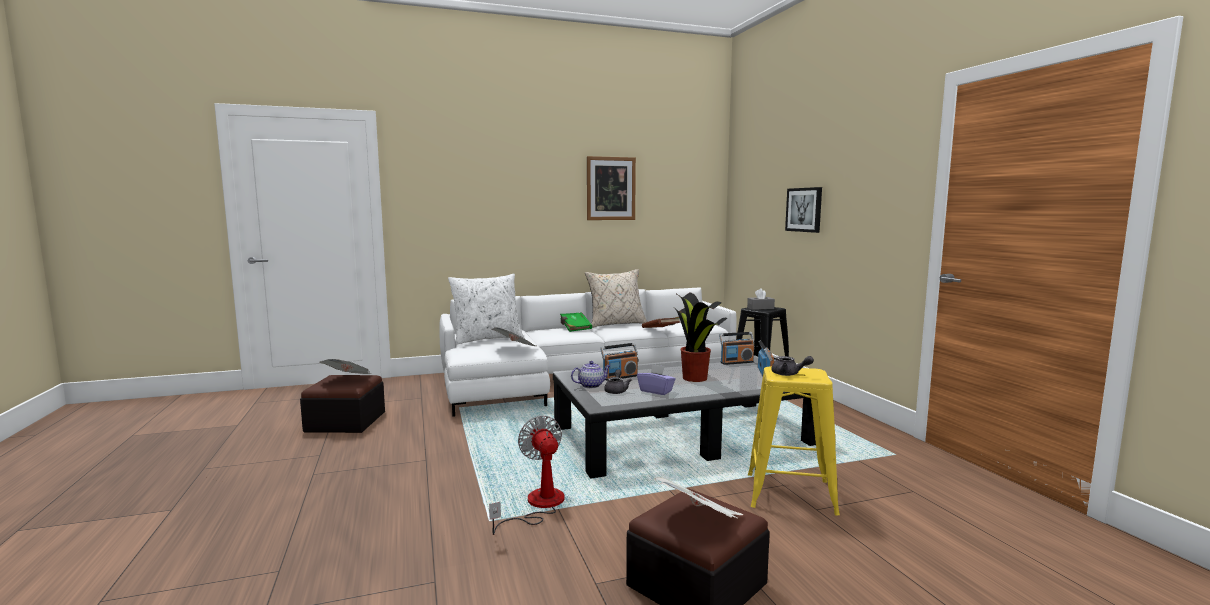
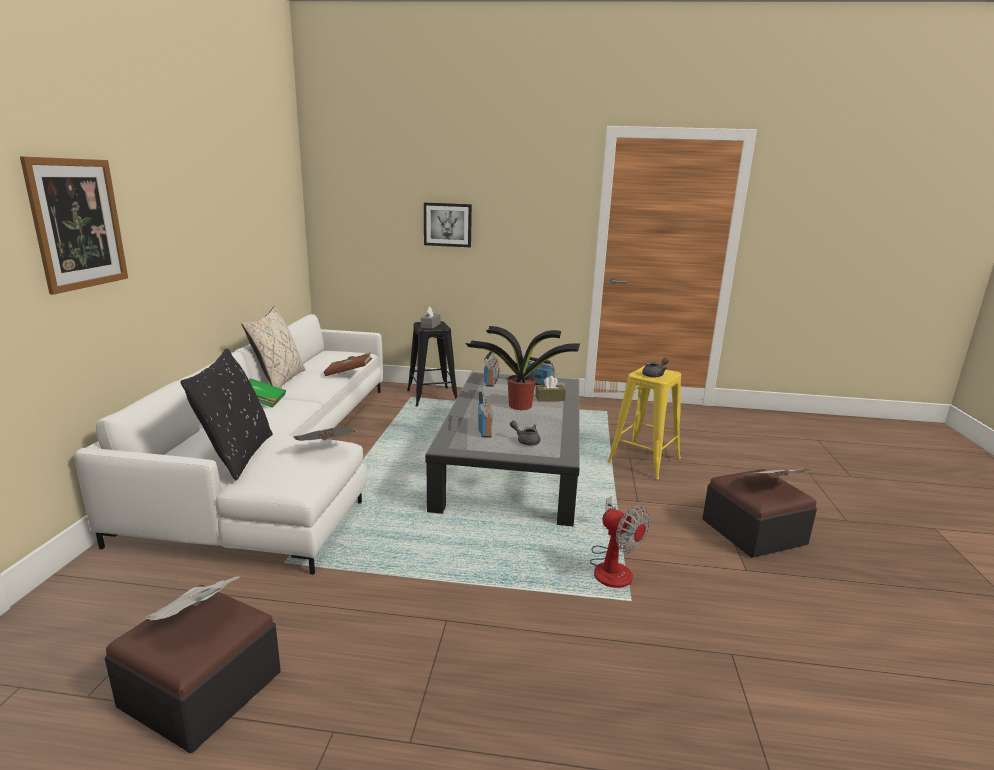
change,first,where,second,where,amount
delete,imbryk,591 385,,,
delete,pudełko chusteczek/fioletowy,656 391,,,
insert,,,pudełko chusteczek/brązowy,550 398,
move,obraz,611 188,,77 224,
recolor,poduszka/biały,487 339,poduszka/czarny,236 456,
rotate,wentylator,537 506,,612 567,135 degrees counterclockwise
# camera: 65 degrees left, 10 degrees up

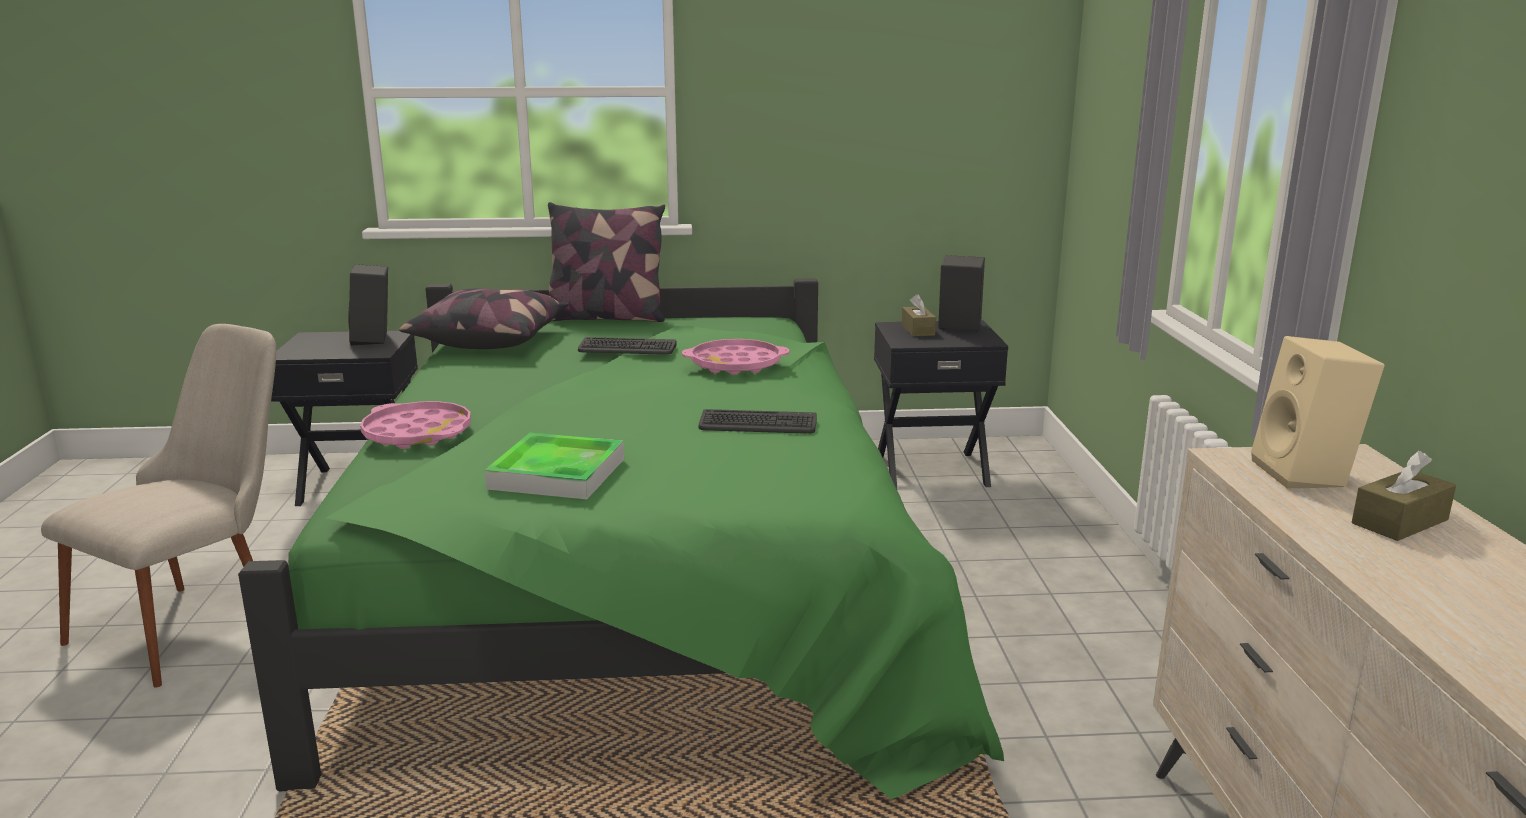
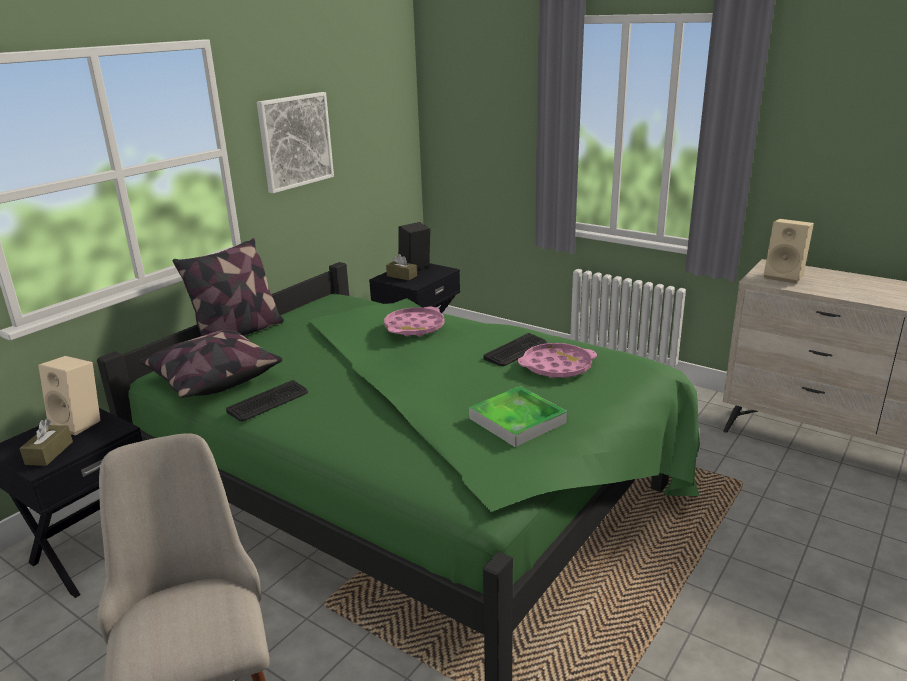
change,first,where,second,where,amount
insert,,,obraz,295 141,
move,taca/różowy,418 433,,557 366,
move,klawiatura,627 348,,268 402,
move,pudełko chusteczek/brązowy,1399 522,,49 453,
recolor,głośnik/czarny,374 339,głośnik/beżowy,80 423,
# camera: 50 degrees left, 5 degrees up

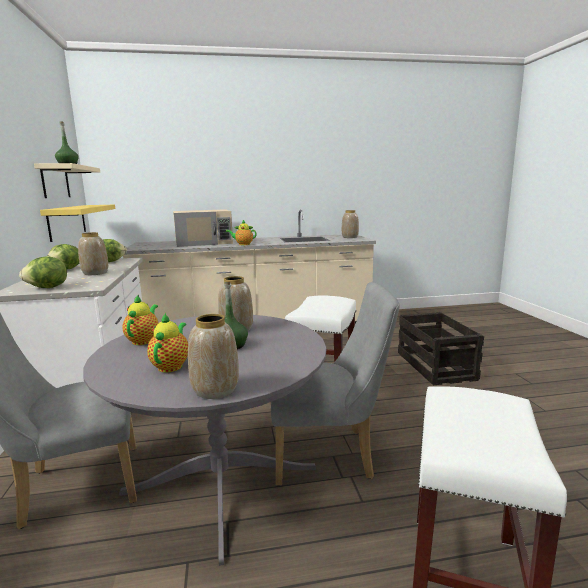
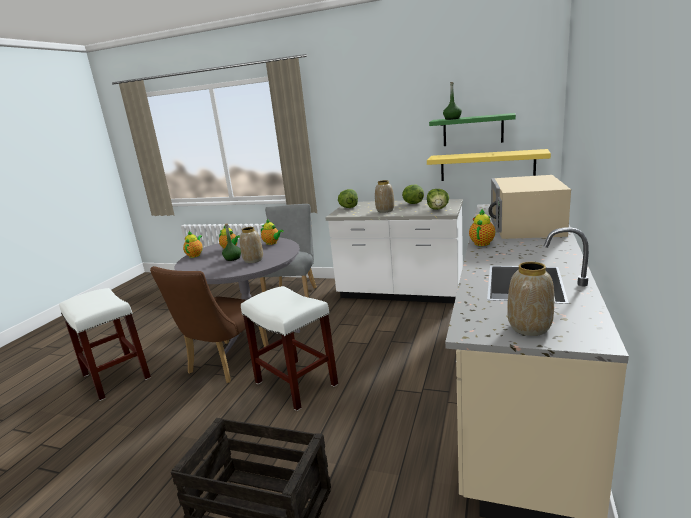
change,first,where,second,where,amount
replace,wazon,215 389,imbryk,195 255,
recolor,półka/beżowy,55 182,półka/zielony,473 130,
recolor,krzesło/szary,330 455,krzesło/brązowy,224 365,
# camera: 120 degrees right, 5 degrees up

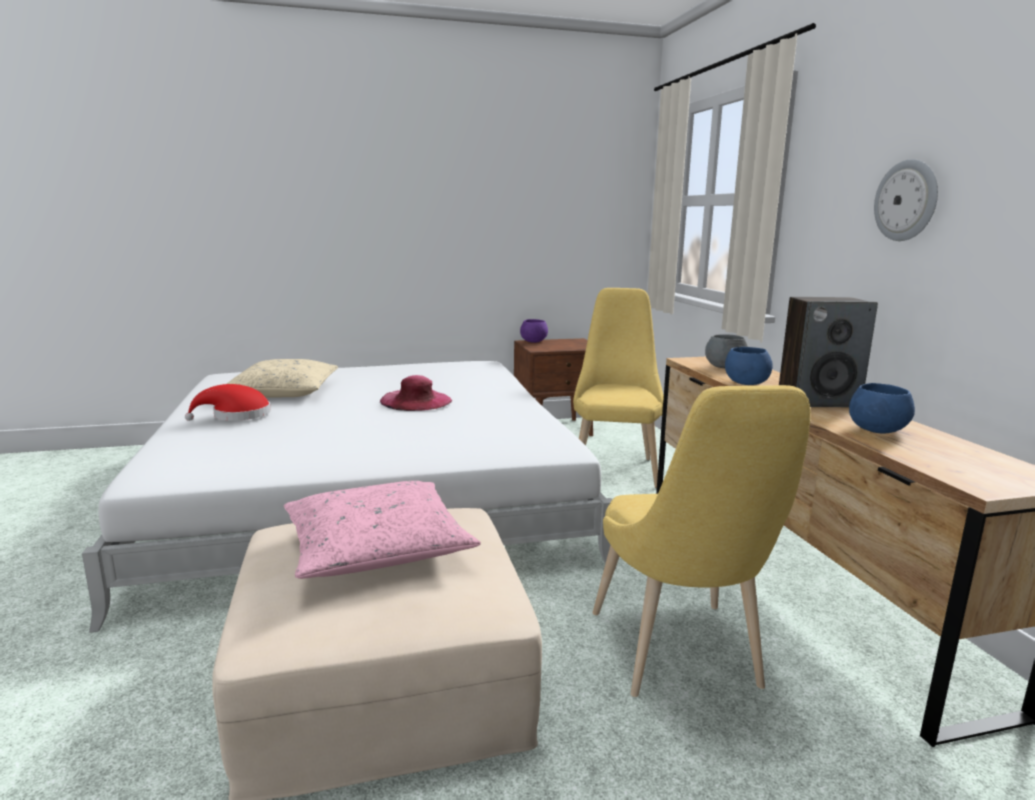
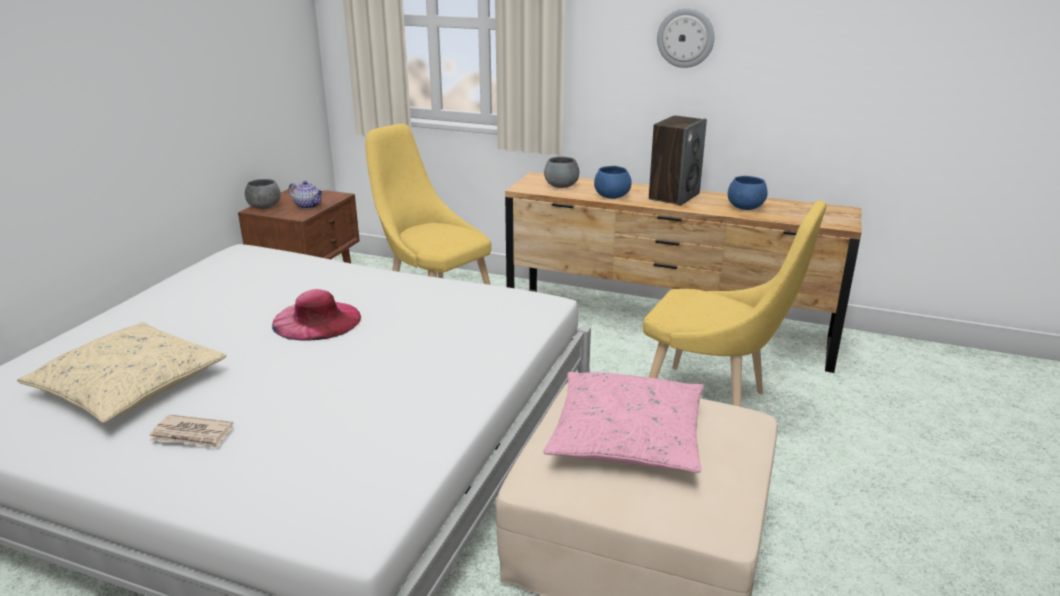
change,first,where,second,where,amount
insert,,,imbryk,308 206,
replace,kapelusz/czerwony,237 415,gazeta,192 435,
recolor,miska/fioletowy,533 342,miska/szary,264 207,
# camera: 55 degrees left, 10 degrees up

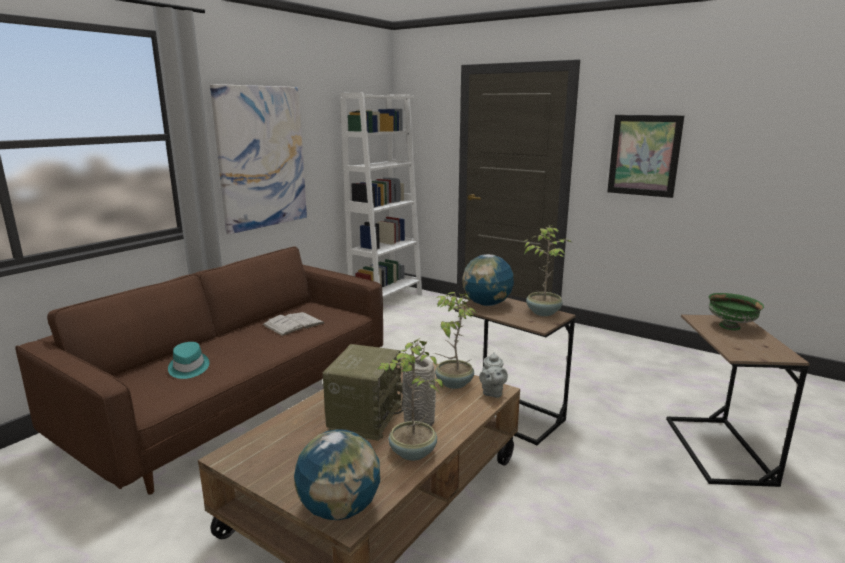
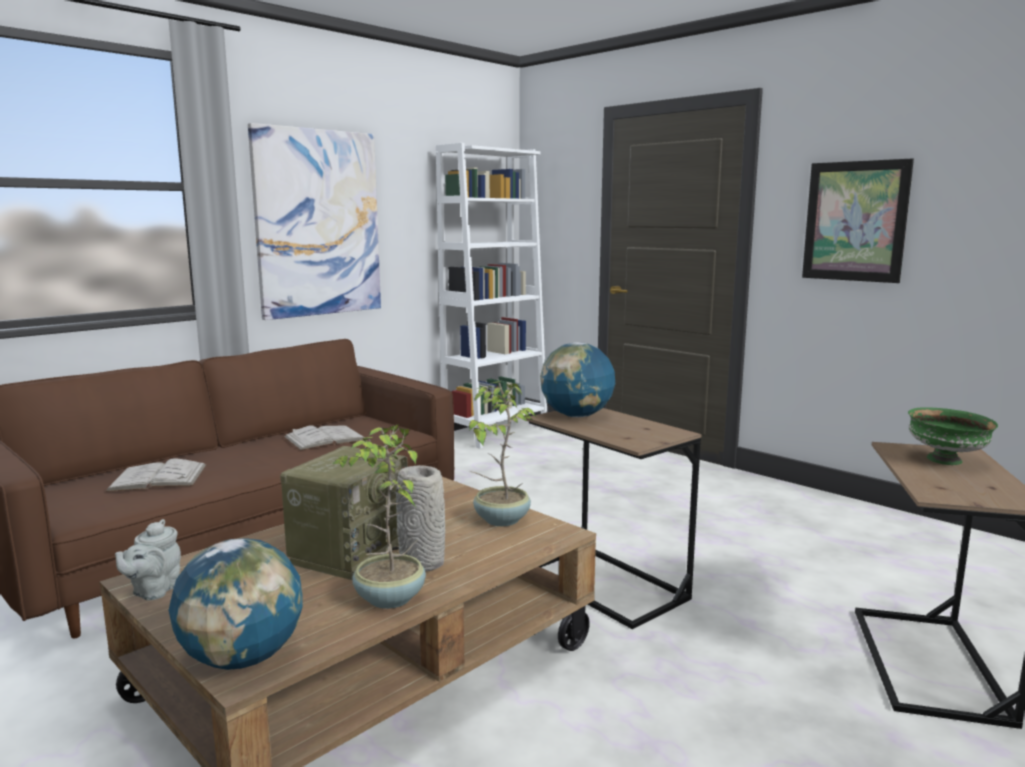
change,first,where,second,where,amount
delete,roślina doniczkowa,543 312,,,
move,imbryk/szary,492 392,,153 591,
replace,kapelusz/turkusowy,188 368,książka/biały,158 478,
# camera: 10 degrees right, 5 degrees down

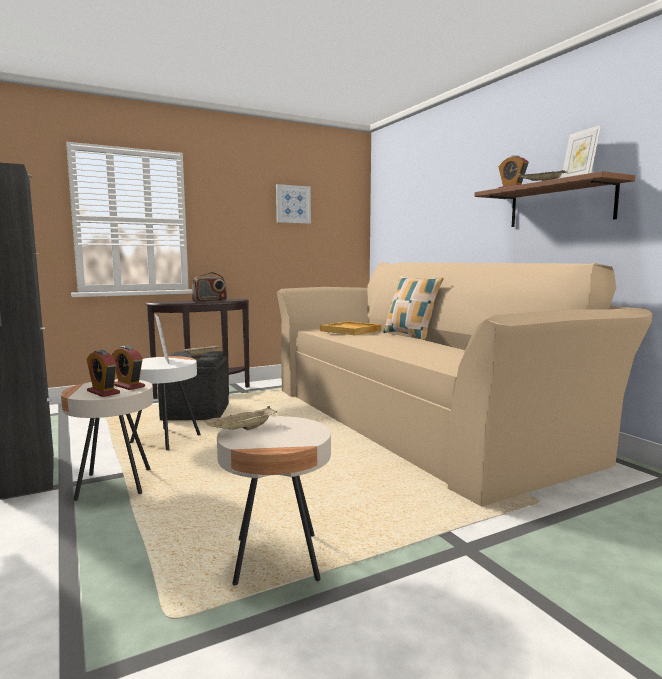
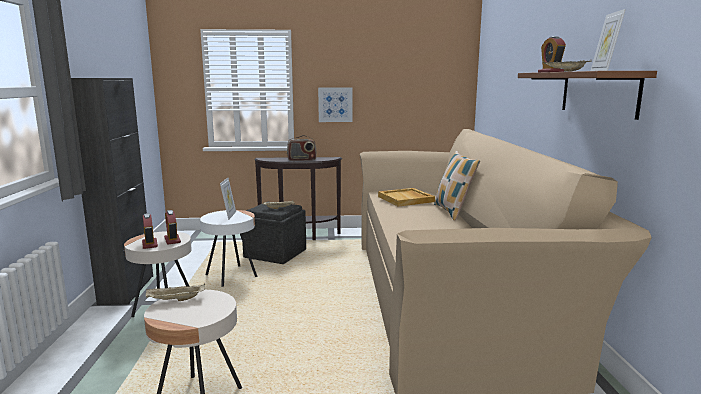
change,first,where,second,where,amount
move,obraz,293 204,,335 104,
# camera: 25 degrees right, 5 degrees up

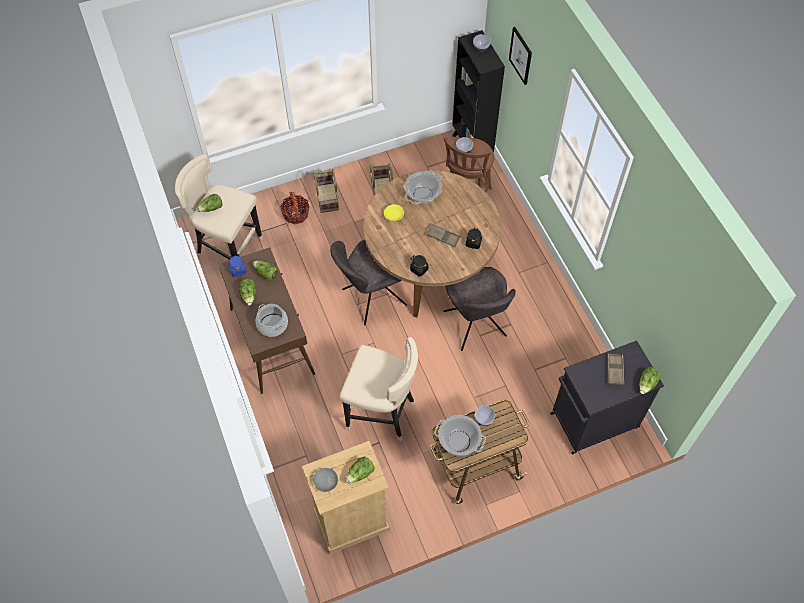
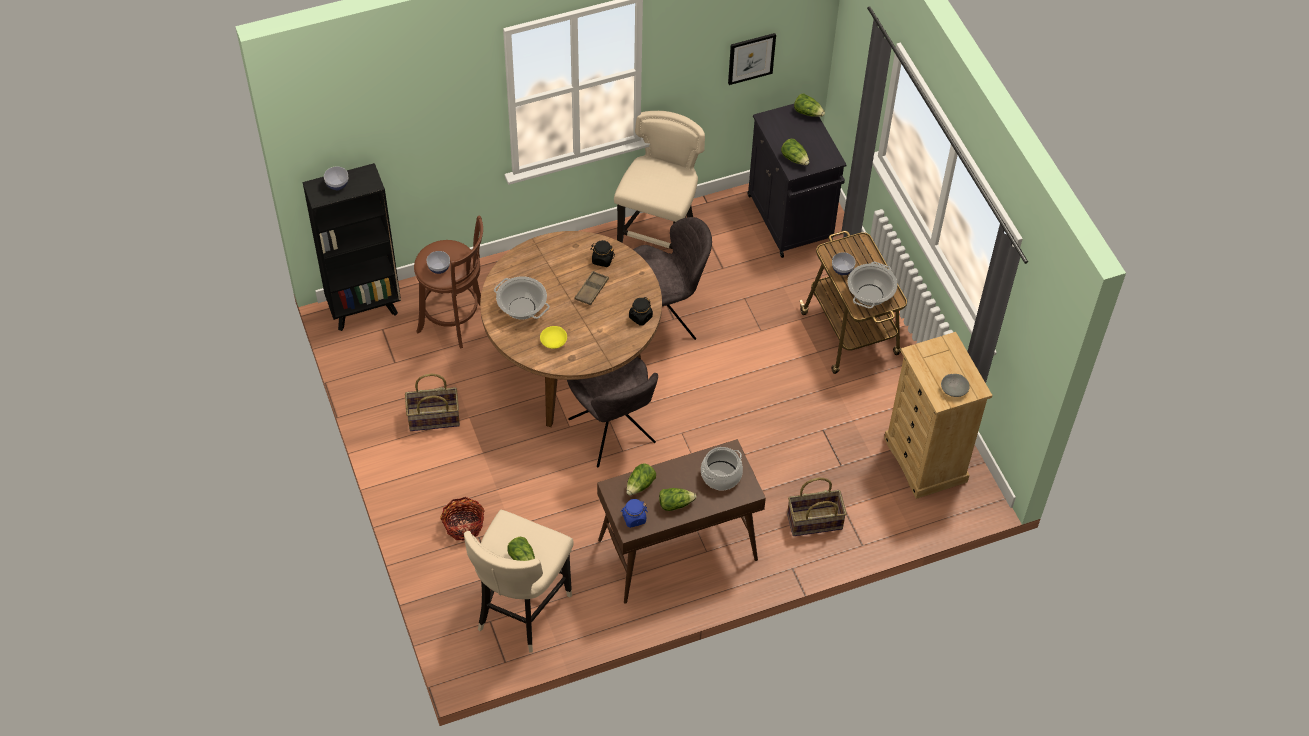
change,first,where,second,where,amount
delete,taca/brązowy,615 370,,,
move,koszyk,326 198,,814 522,
move,stołek/beżowy,382 414,,659 241,
move,sałata,360 473,,795 158,
move,obraz,520 55,,751 58,
# camera: 90 degrees left, 5 degrees down

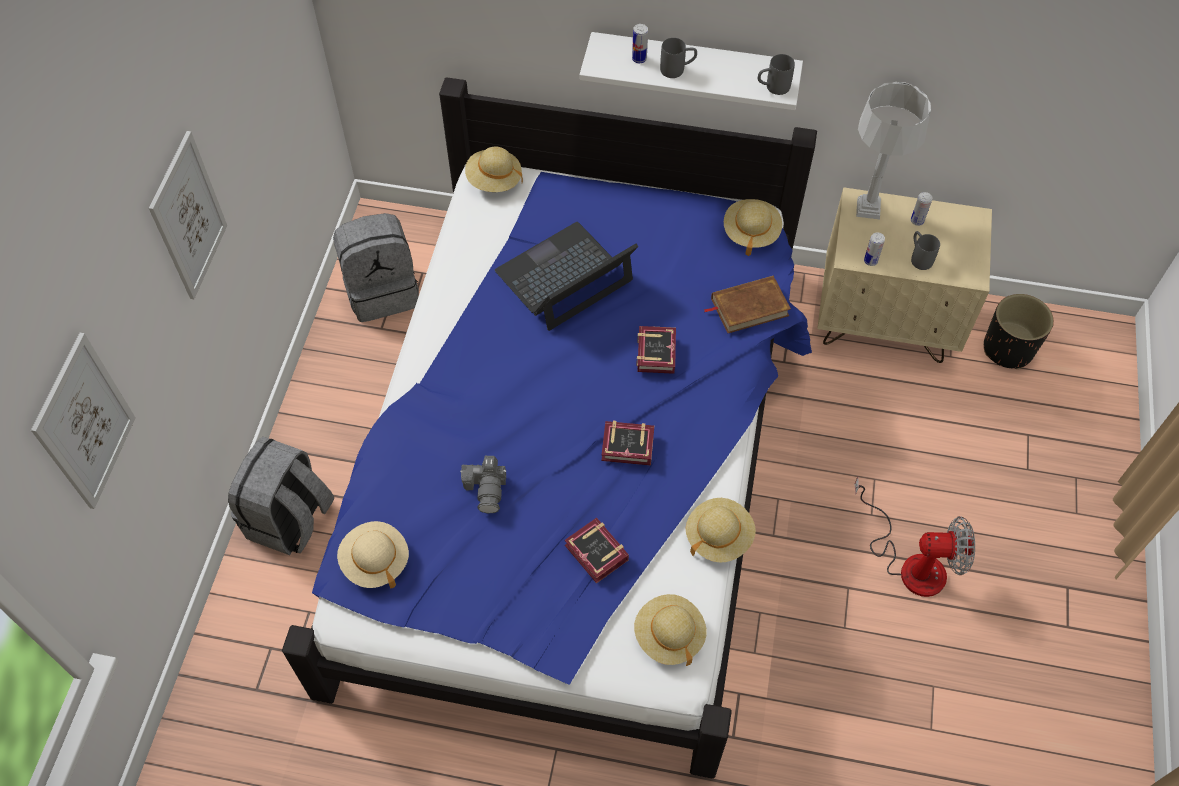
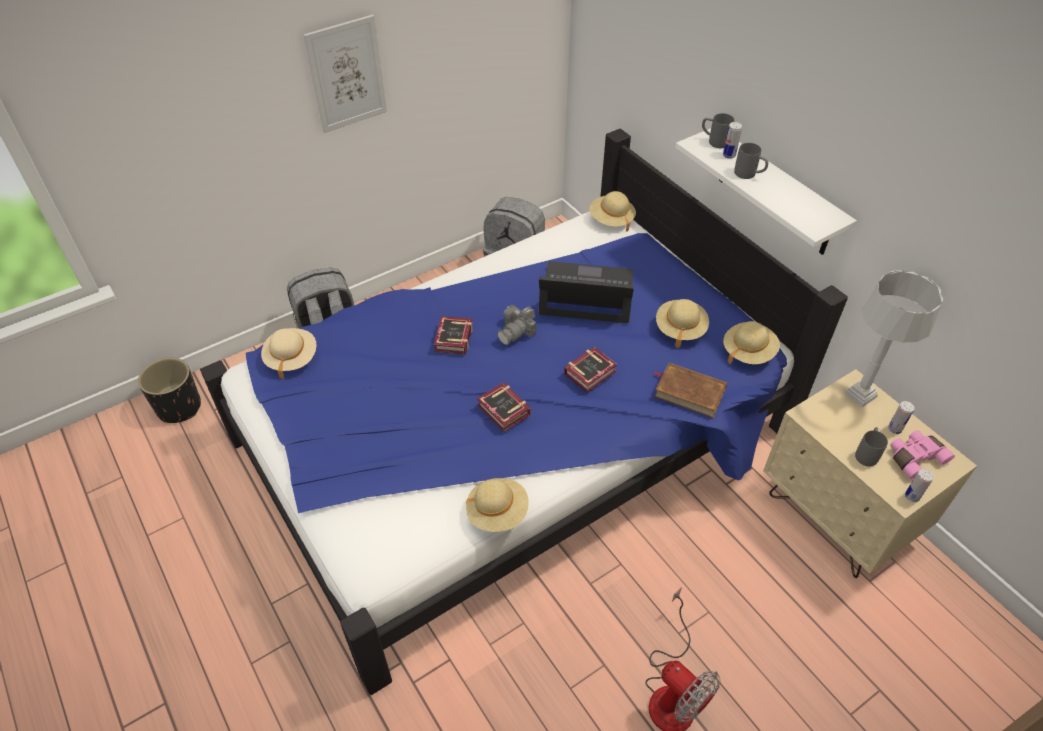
change,first,where,second,where,amount
delete,obraz,84 423,,,
insert,,,lornetka/różowy,914 457,
move,aparat fotograficzny,487 489,,517 332,
move,książka,596 555,,452 340,
move,kapelusz/beżowy,669 635,,680 329,
move,kubek/szary,772 87,,714 141,
move,puszka,870 261,,912 496,
move,donica/czarny,1008 349,,179 407,
# camera: 45 degrees right, 10 degrees down

